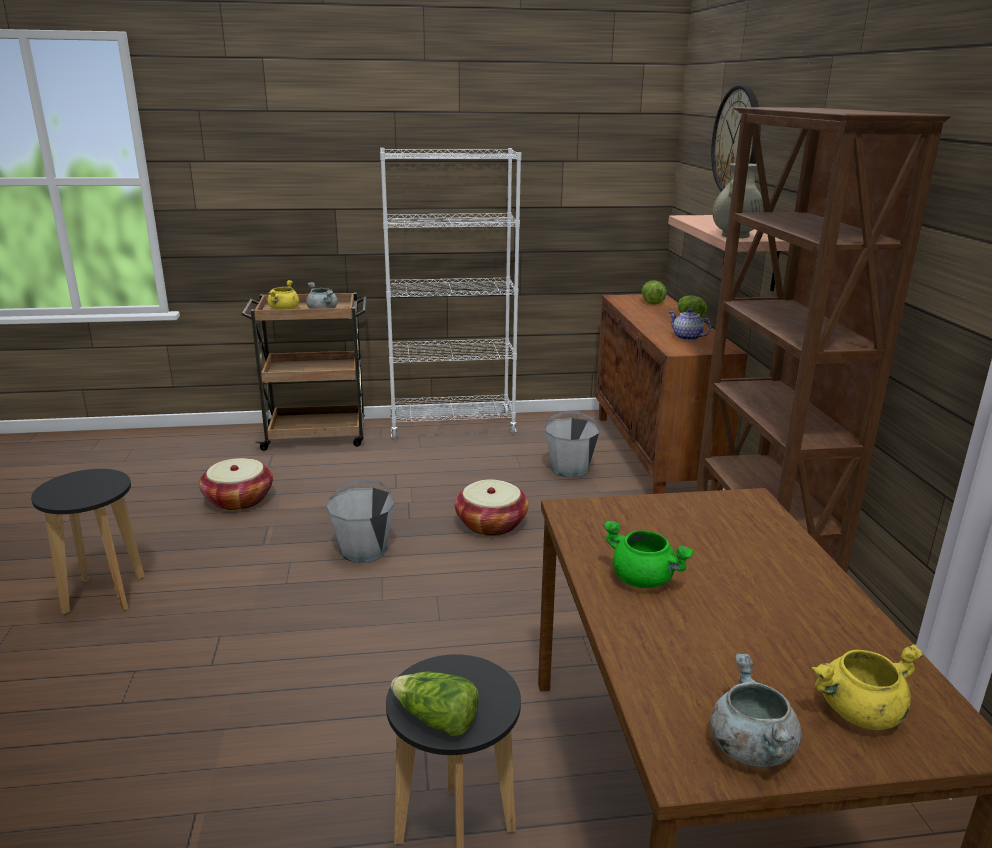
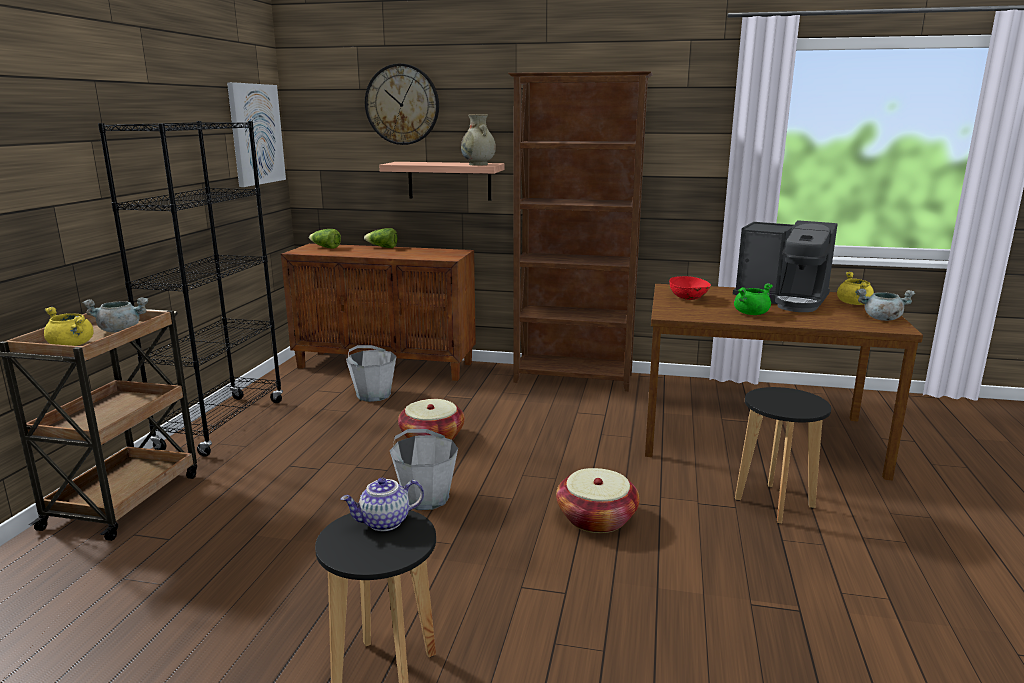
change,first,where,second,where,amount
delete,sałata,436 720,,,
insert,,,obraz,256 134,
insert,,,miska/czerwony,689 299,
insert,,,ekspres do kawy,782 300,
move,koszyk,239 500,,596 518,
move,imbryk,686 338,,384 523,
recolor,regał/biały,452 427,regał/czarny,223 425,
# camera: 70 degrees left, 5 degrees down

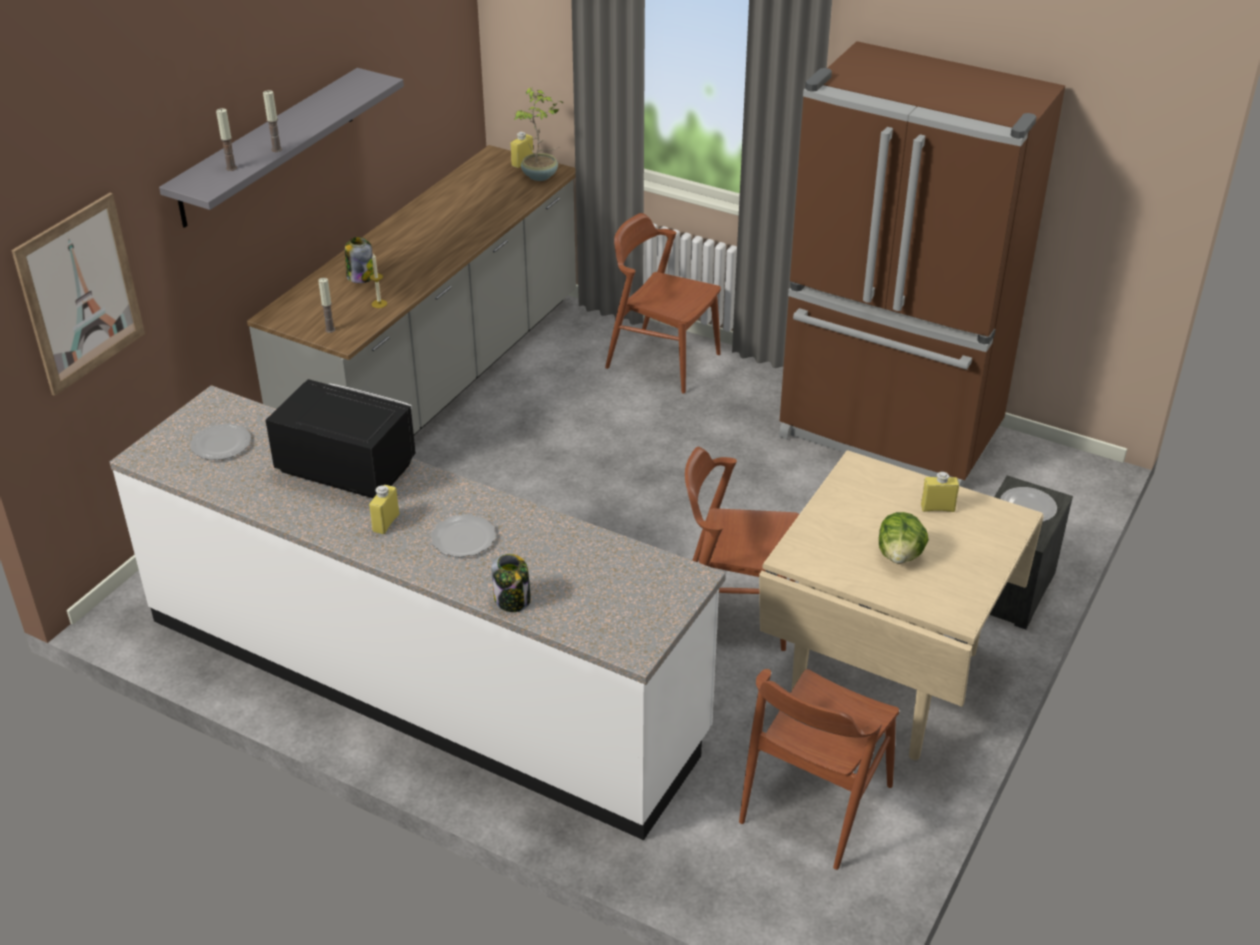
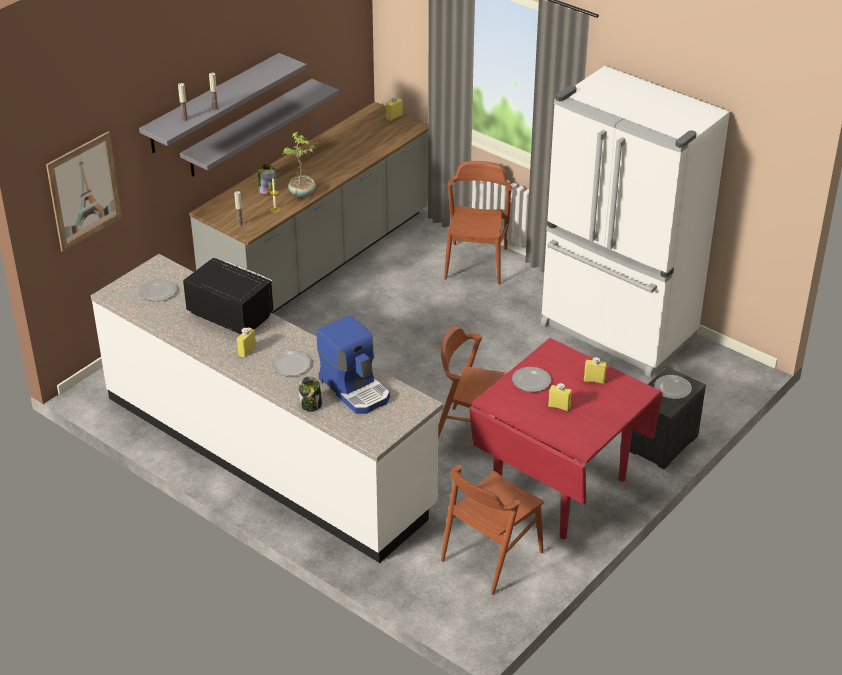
change,first,where,second,where,amount
insert,,,półka/szary,249 128,
insert,,,ekspres do kawy,356 389,
insert,,,talerz,531 380,
move,roślina doniczkowa,540 176,,303 193,
replace,sałata,900 555,butelka/żółty,559 406,
recolor,stół jadalny/beżowy,886 681,stół jadalny/czerwony,560 490,
recolor,lodówka/brązowy,889 435,lodówka/biały,617 332,
rotate,krzesło/brązowy,662 360,,476 263,60 degrees clockwise
# camera: 10 degrees right, 0 degrees up

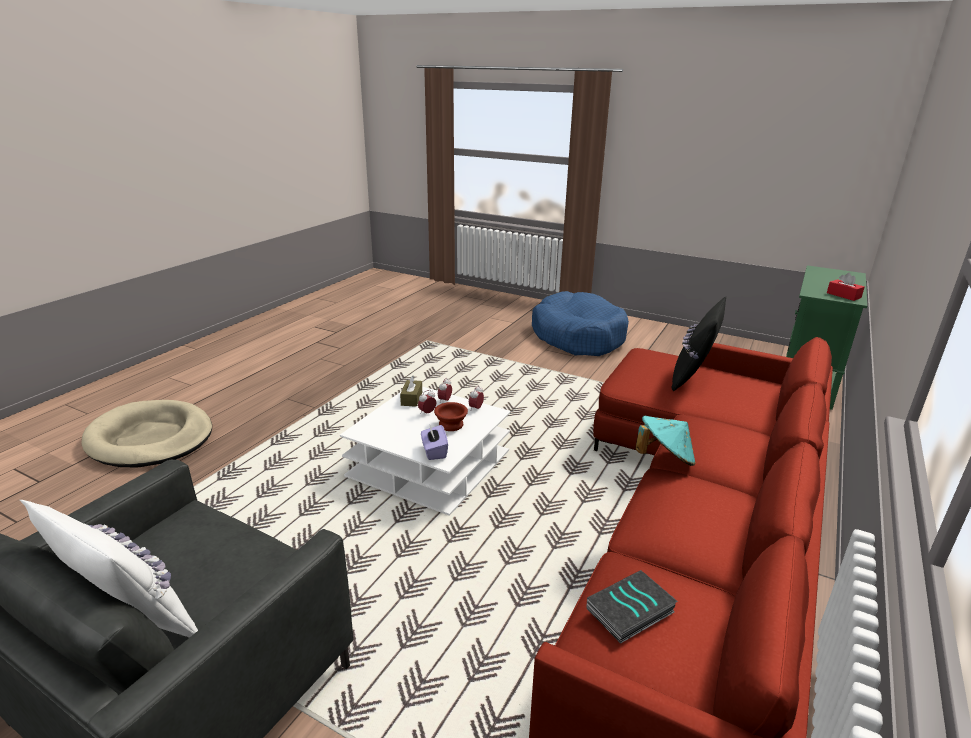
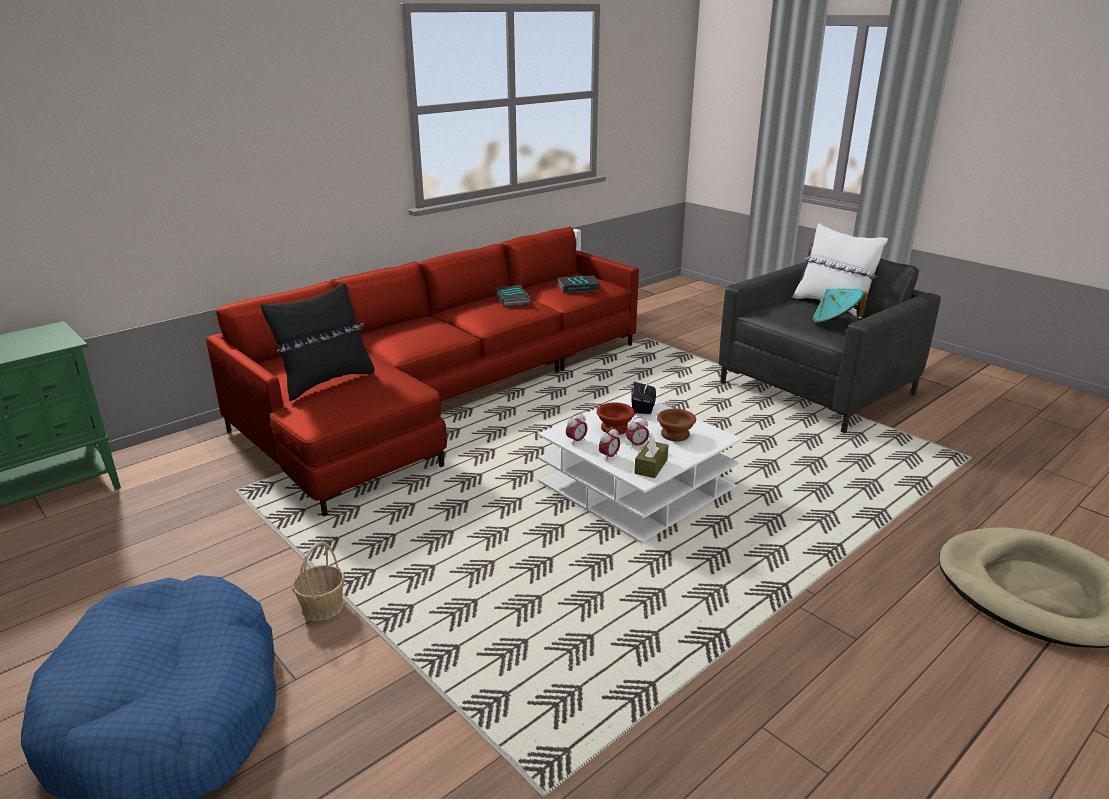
change,first,where,second,where,amount
delete,pudełko chusteczek/czerwony,843 295,,,
insert,,,koszyk,322 607,
insert,,,książka,513 299,
insert,,,miska/brązowy,674 434,
move,kapelusz/turkusowy,664 458,,835 322,
recolor,pudełko chusteczek/fioletowy,434 451,pudełko chusteczek/czarny,643 407,
# camera: 160 degrees left, 0 degrees up

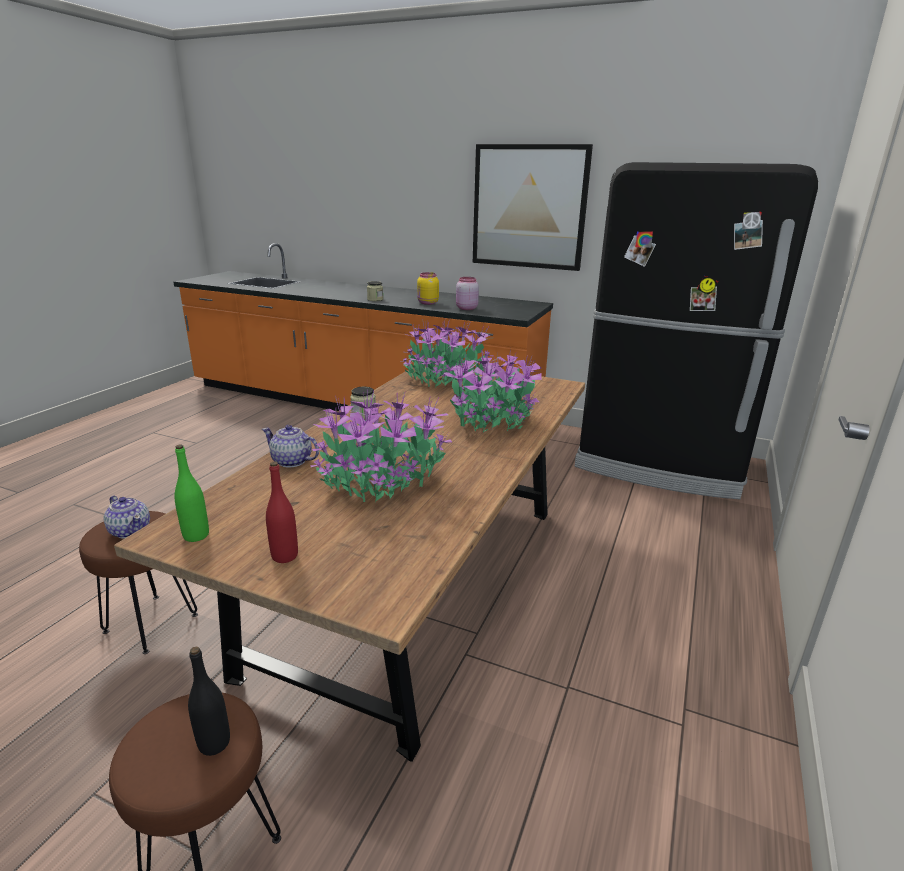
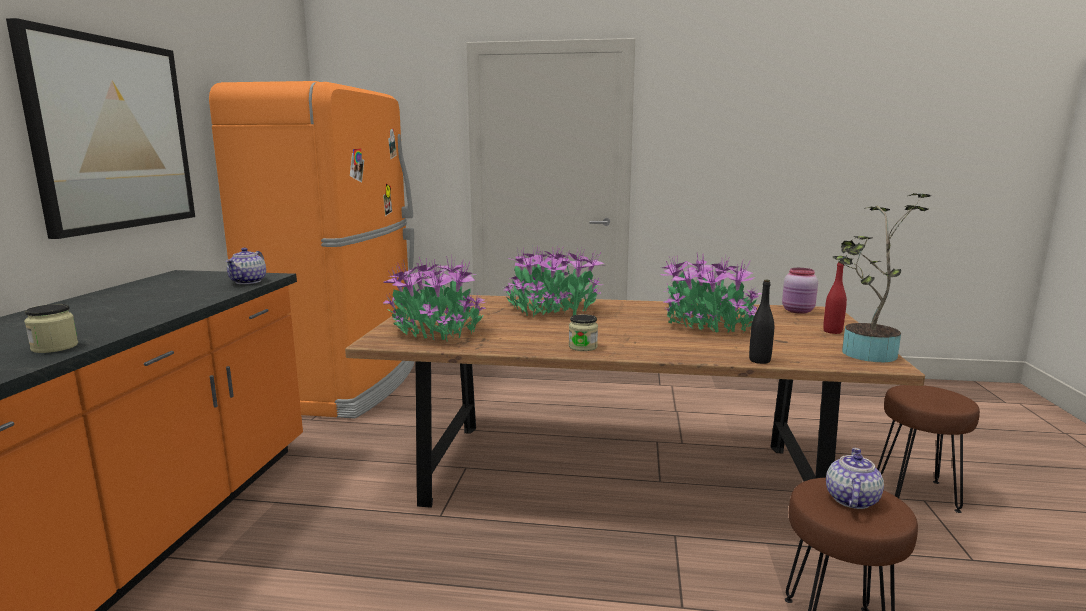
change,first,where,second,where,amount
delete,słoik/żółty,427 303,,,
move,butelka/czarny,214 743,,759 360,
move,imbryk,292 461,,248 281,
move,słoik/różowy,466 308,,798 311,
replace,butelka/zielony,196 535,roślina doniczkowa,865 355,
recolor,lodówka/czarny,659 463,lodówka/pomarańczowy,343 384,
# camera: 105 degrees left, 10 degrees down

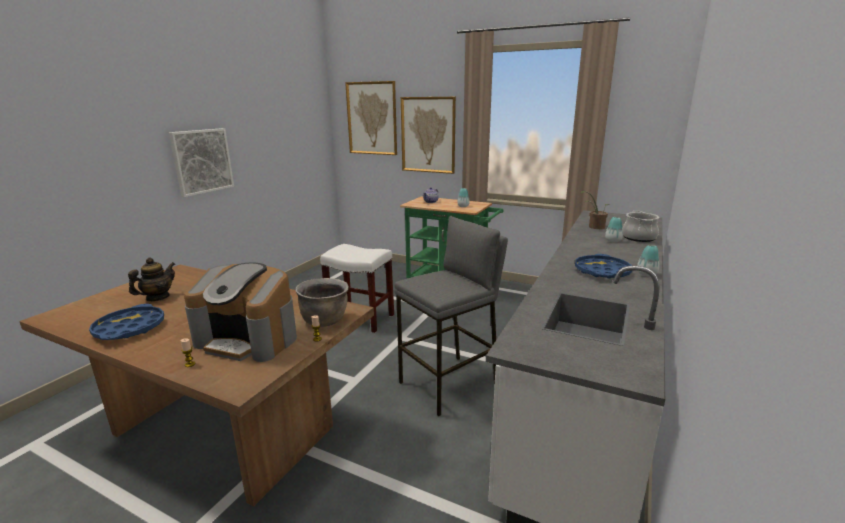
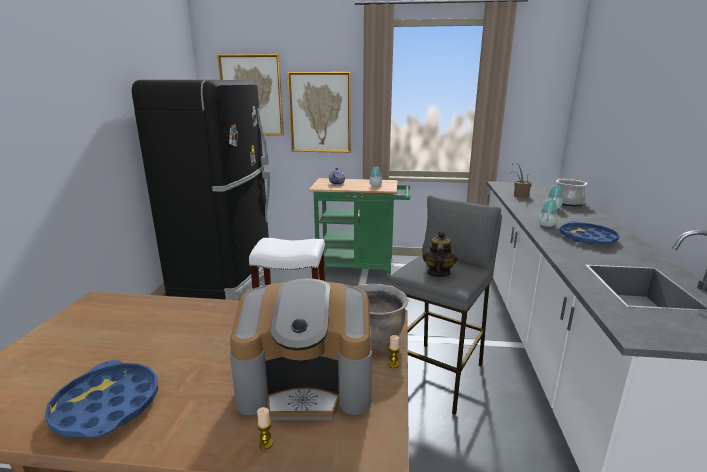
change,first,where,second,where,amount
delete,obraz,202 161,,,
insert,,,lodówka/czarny,226 274,
move,imbryk,157 298,,438 273,
move,wazon,646 274,,546 225,
# camera: 20 degrees left, 0 degrees up

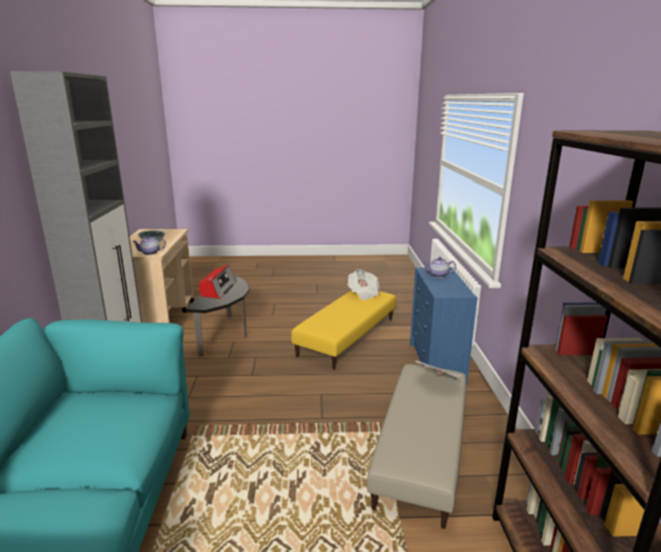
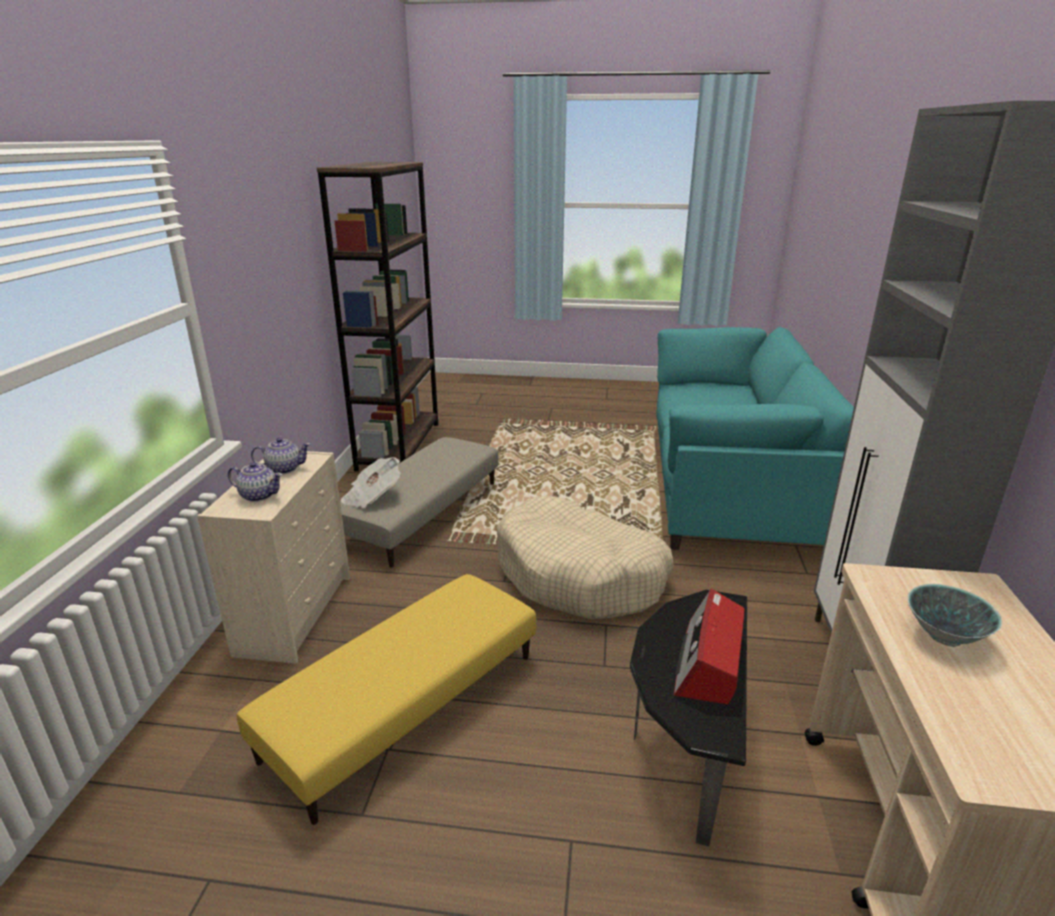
change,first,where,second,where,amount
delete,gazeta,363 293,,,
insert,,,legowisko/beżowy,580 575,
move,imbryk,150 253,,284 469,
recolor,komoda/niebieski,436 364,komoda/beżowy,296 613,
# camera: 170 degrees left, 5 degrees up

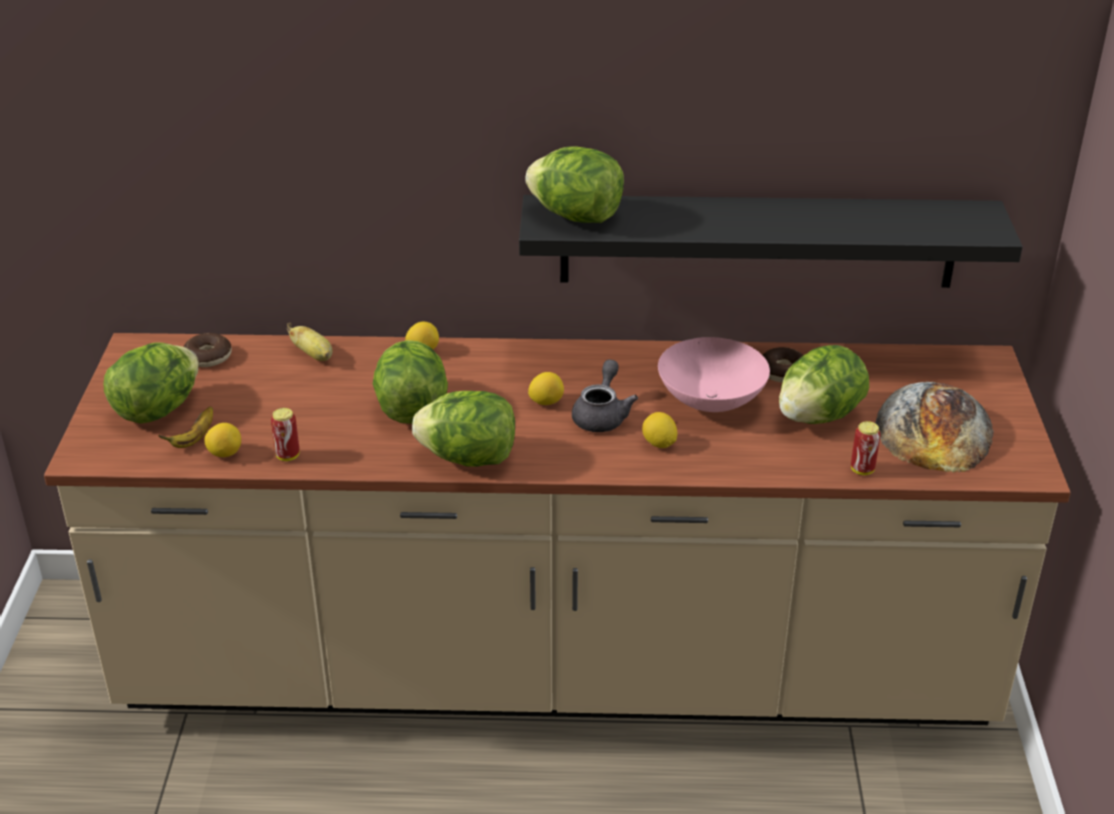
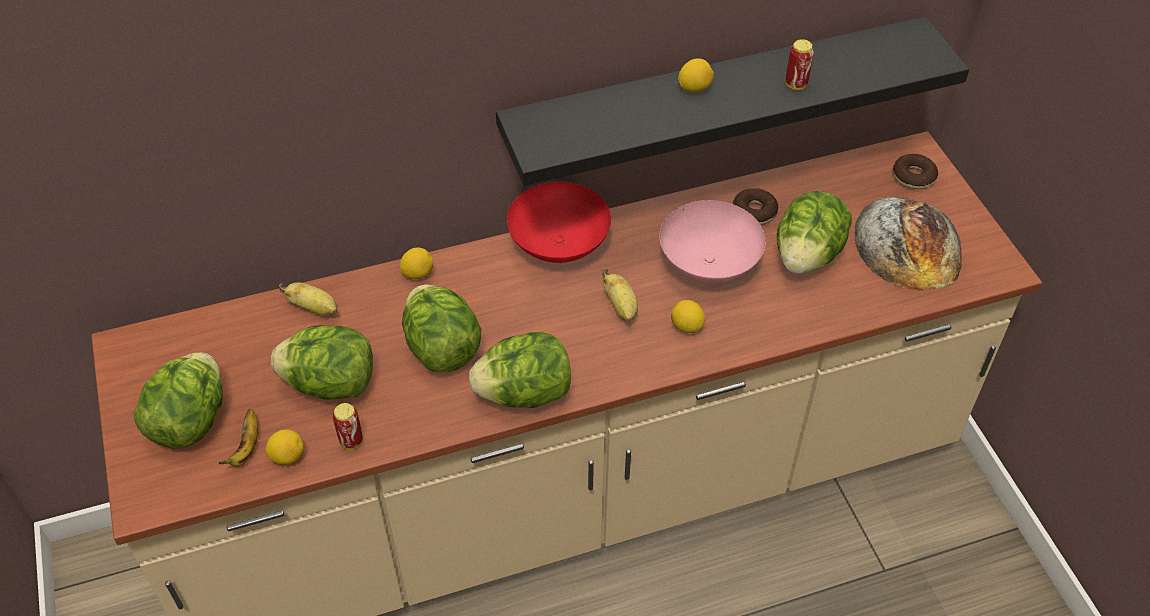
change,first,where,second,where,amount
insert,,,miska/czerwony,557 245,
move,donut,208 357,,913 177,
move,sałata,576 216,,331 384,
move,cytryna,546 402,,694 88,
move,puszka,862 470,,796 84,
replace,imbryk/szary,602 415,banan,621 307,
# camera: 20 degrees left, 15 degrees up

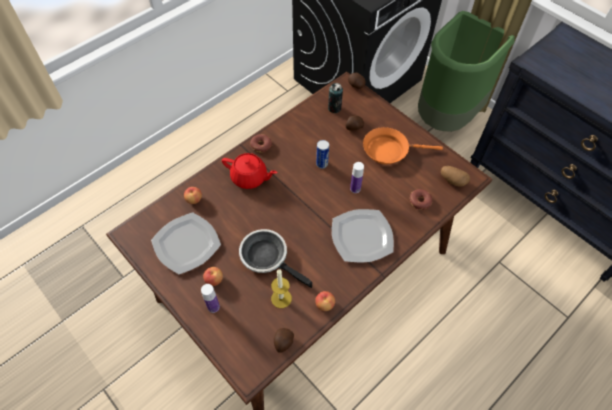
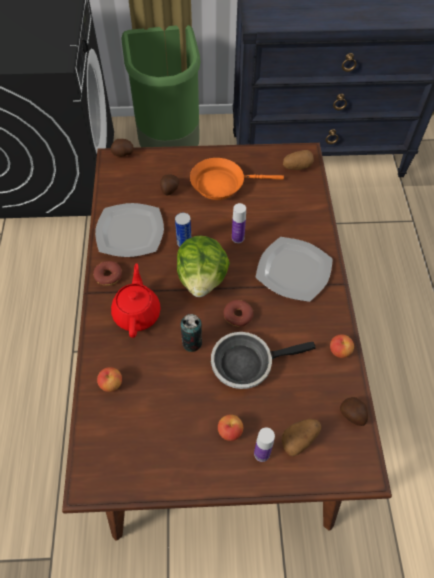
change,first,where,second,where,amount
delete,świeca,281 298,,,
insert,,,sałata,202 279,
insert,,,ziemniak,299 439,
move,talerz,187 244,,130 231,
move,puszka,334 108,,192 343,
move,donut,420 201,,238 315,
rotate,imbryk/czerwony,250 178,,137 313,60 degrees counterclockwise
rotate,patelnia/pomarańczowy,389 150,,222 184,45 degrees clockwise
# camera: 50 degrees left, 0 degrees up

